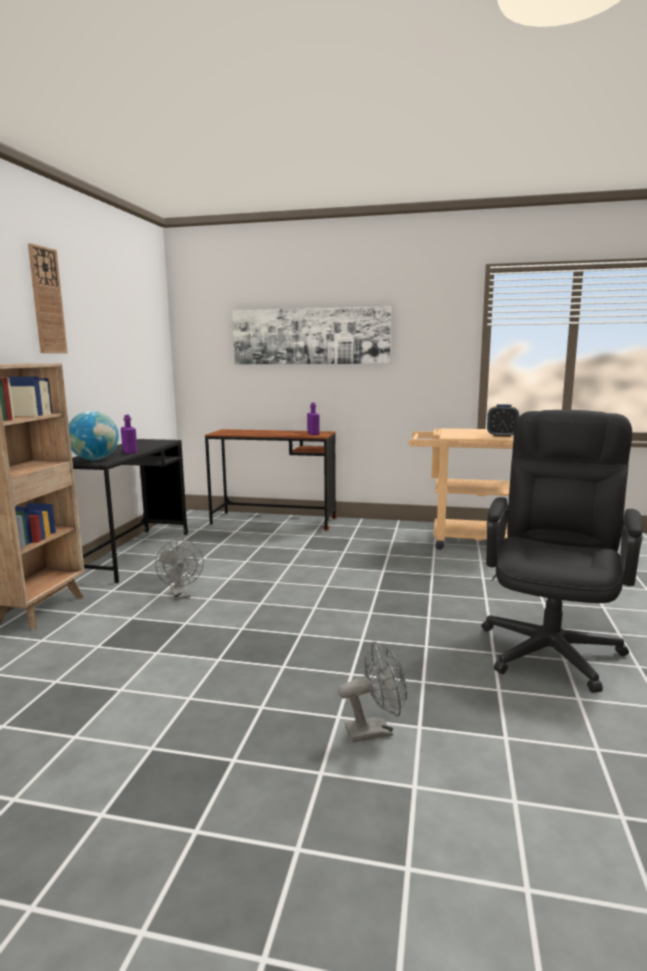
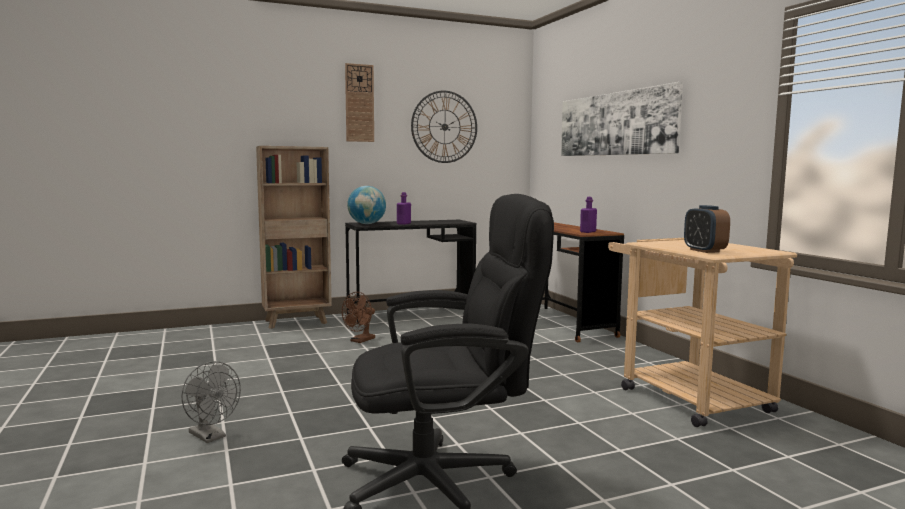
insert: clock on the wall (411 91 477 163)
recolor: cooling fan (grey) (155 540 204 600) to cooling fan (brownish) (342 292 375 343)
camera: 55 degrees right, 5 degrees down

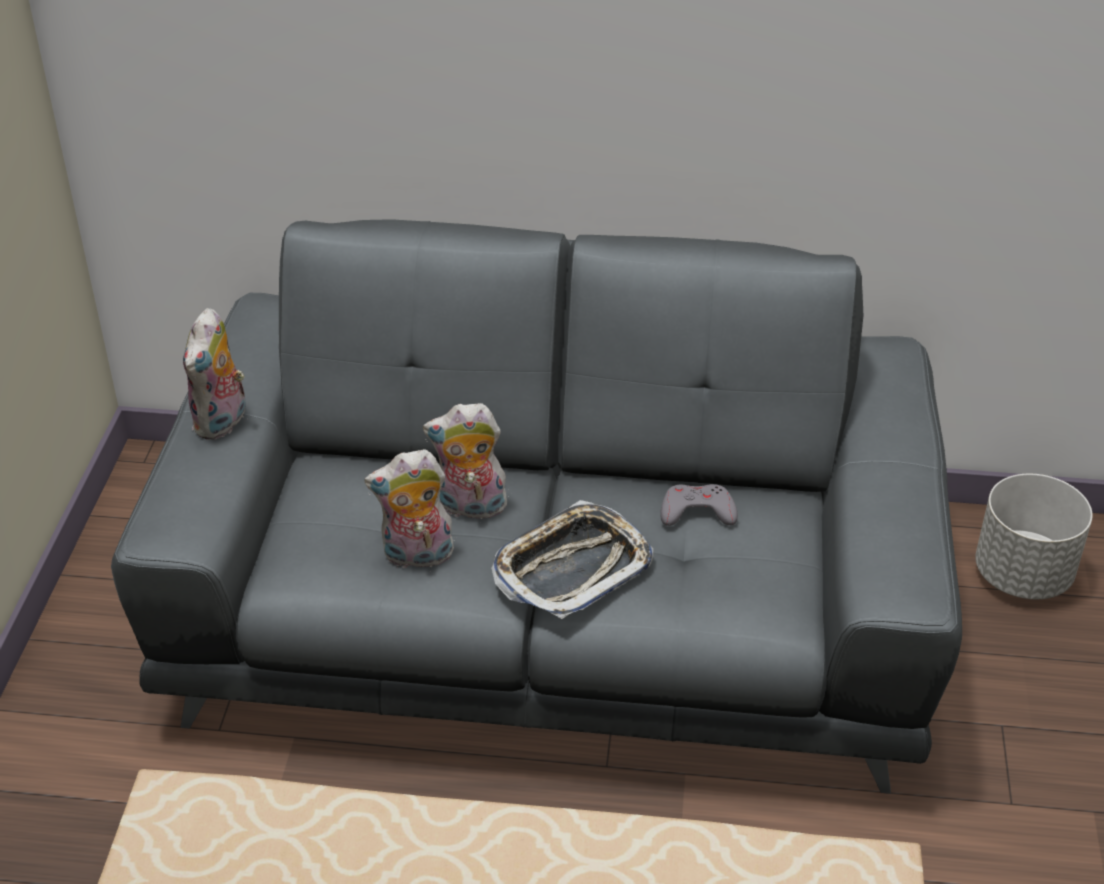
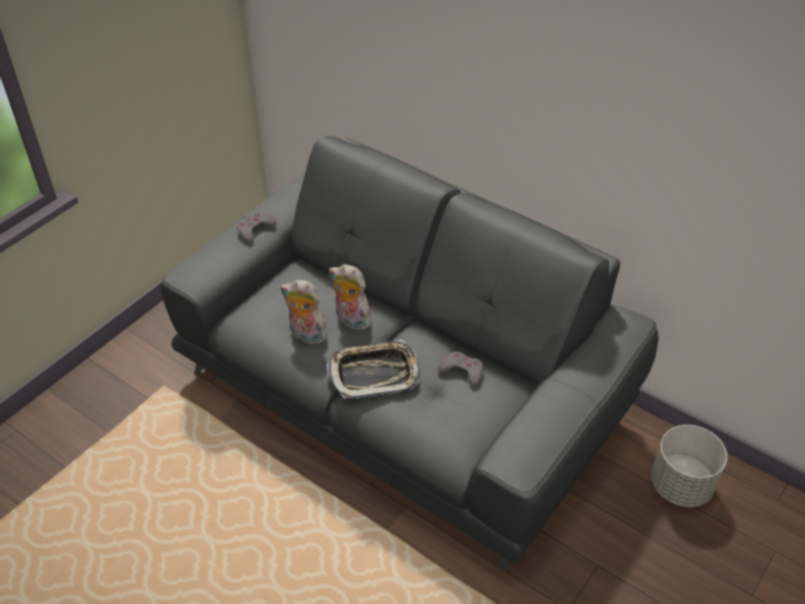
replace: cuddly toy (183 308 246 440) to game controller (grey) (237 212 277 243)
camera: 30 degrees right, 5 degrees up

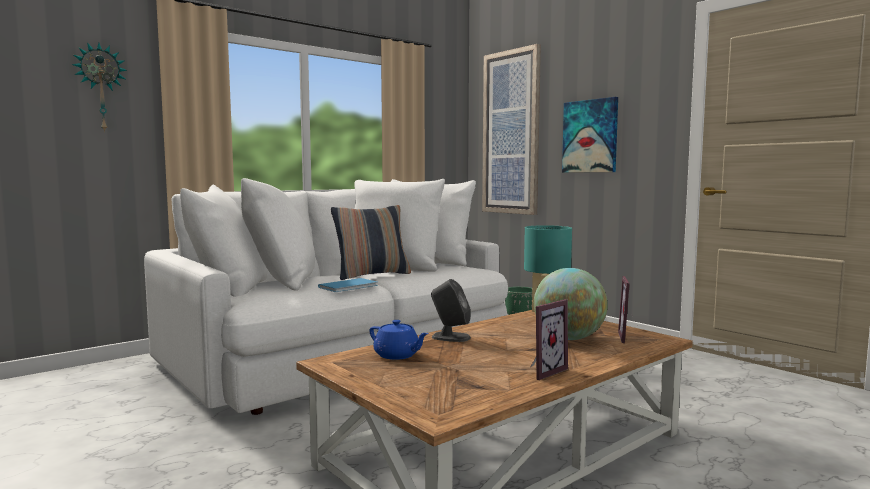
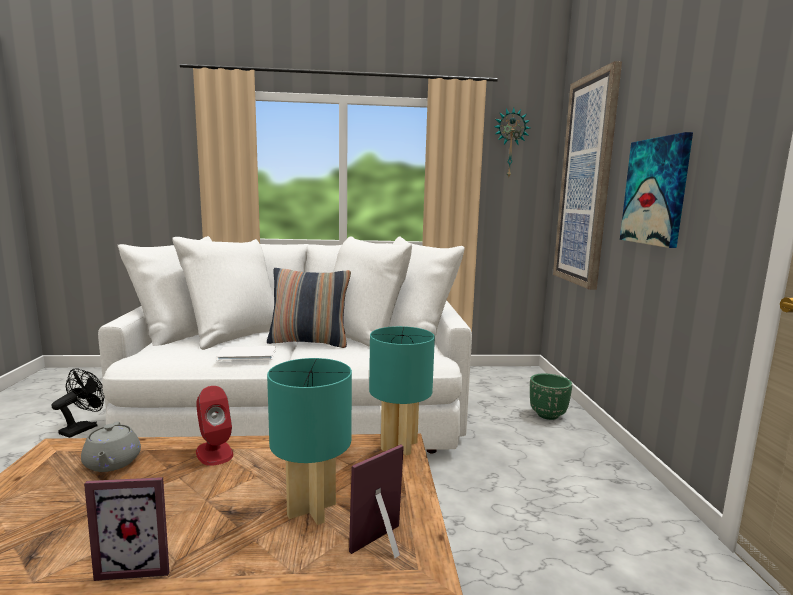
insert: cooling fan (black) (52 368 105 438)
move: clock on the wall (72 42 127 132) to (494 108 530 179)
replace: world globe (534 268 608 340) to lamp for a table (blue-green) (267 358 352 525)
recolor: bound book (blue) (318 278 378 292) to bound book (whitish) (216 346 276 361); pot for tea (blue) (369 320 429 360) to pot for tea (grey) (81 421 141 472); loudspeaker (grey) (431 279 471 342) to loudspeaker (reddish) (196 386 233 466)
camera: 35 degrees right, 5 degrees up

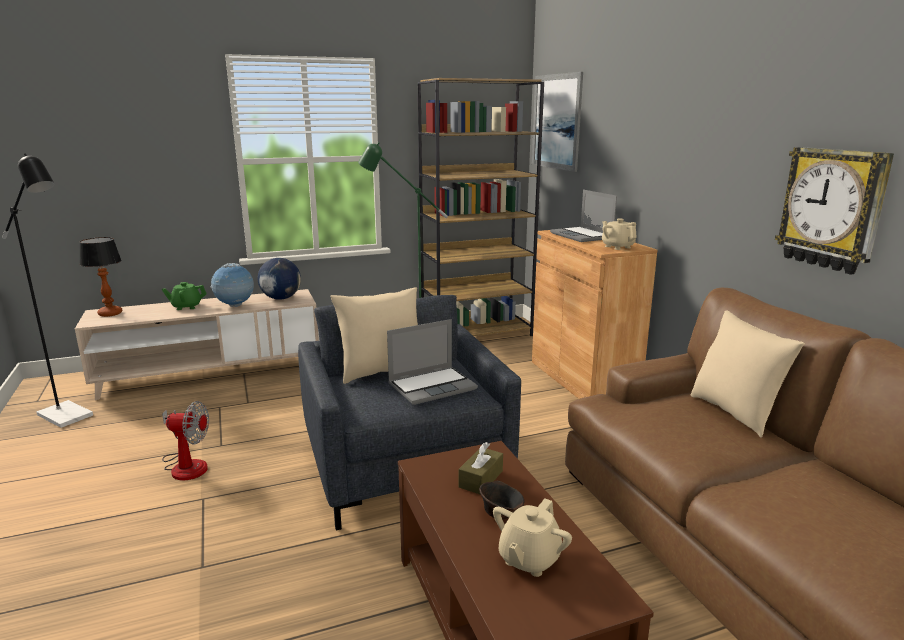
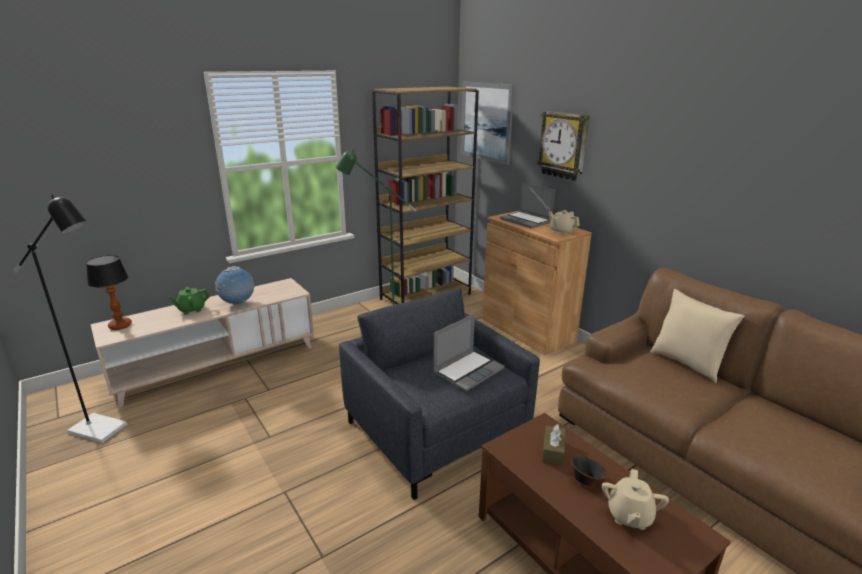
delete: cooling fan (162 401 209 481); world globe (258 258 301 300); throw pillow (beige-coloured) (330 287 418 384)
move: clock on the wall (775 147 894 275) to (537 111 589 181)
camera: 15 degrees left, 5 degrees up

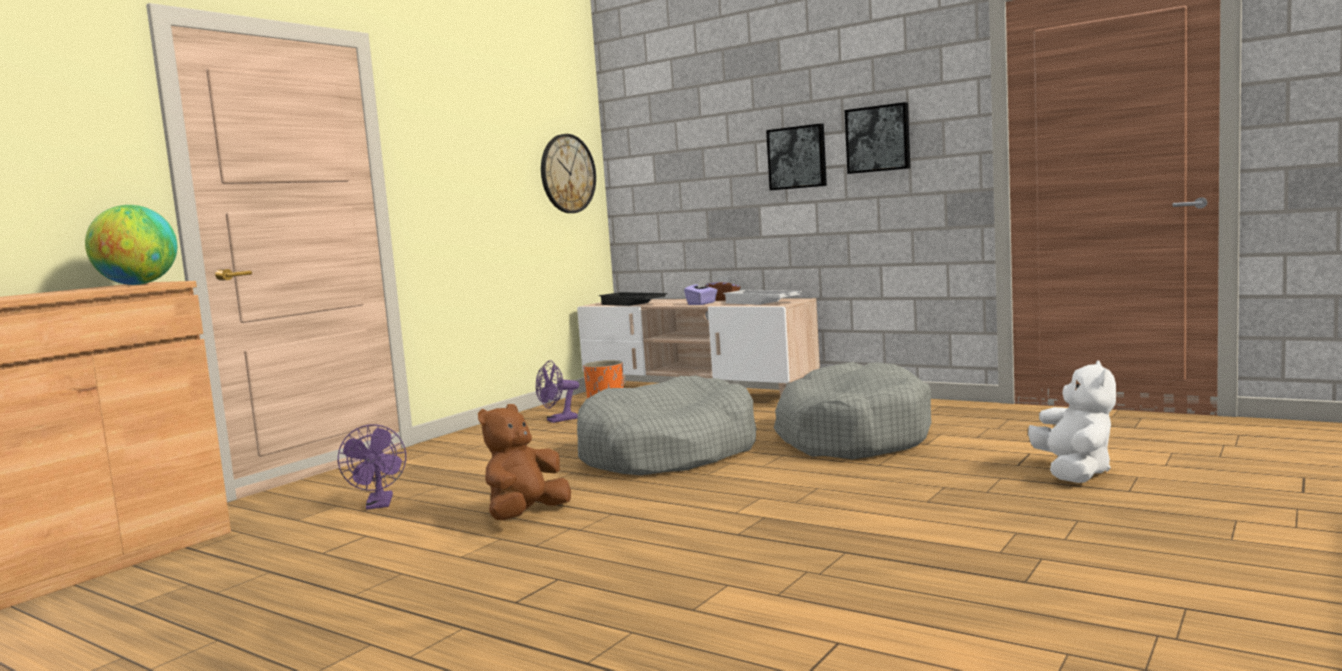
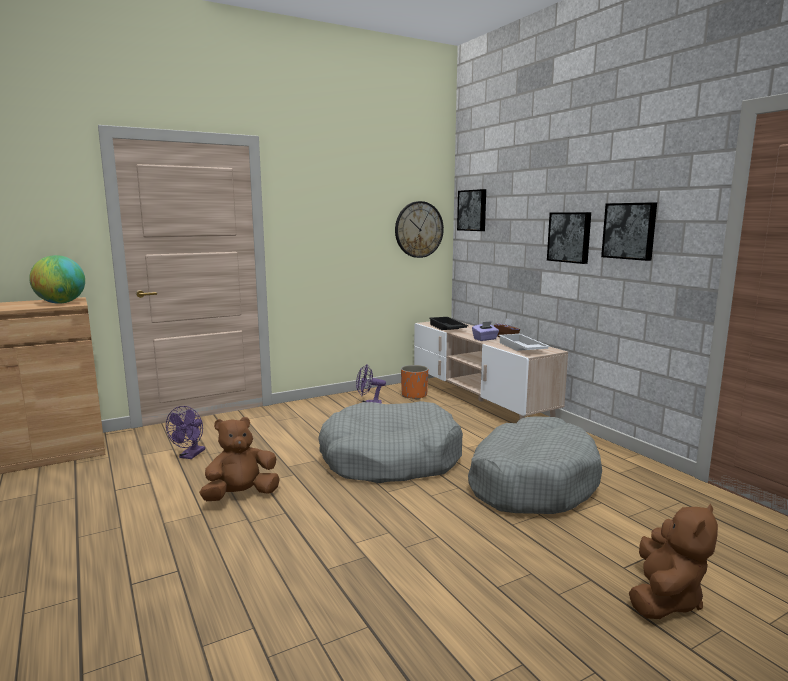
insert: picture (457 189 486 231)
recolor: cuddly toy (whitish) (1028 360 1116 483) to cuddly toy (brownish) (629 504 718 619)
camera: 25 degrees right, 5 degrees up

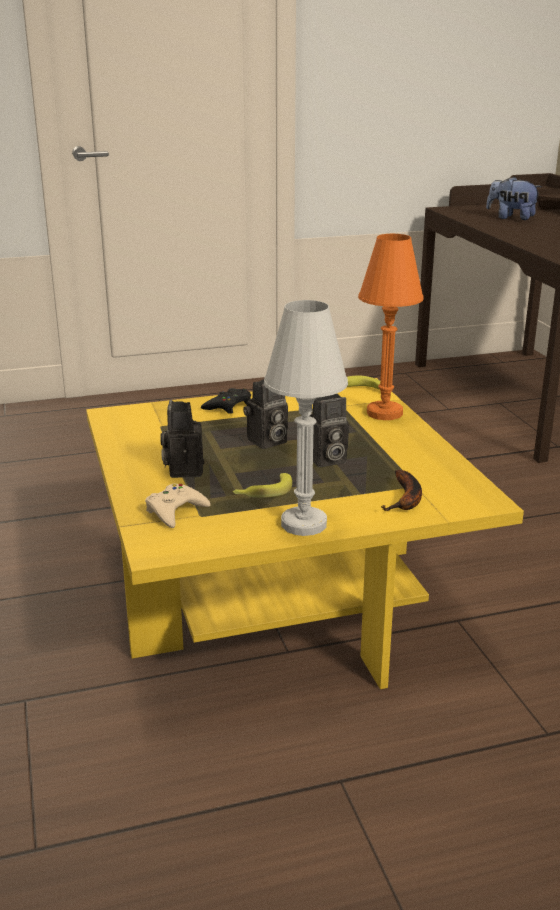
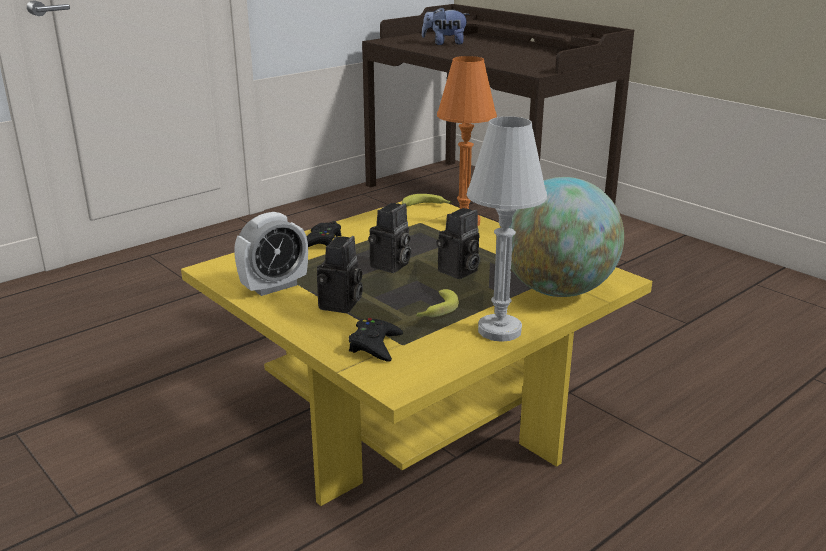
insert: alarm clock (234 212 308 296)
replace: banana fruit (381 470 422 511) to world globe (509 177 624 297)
recolor: game controller (beige-coloured) (145 484 211 528) to game controller (black) (349 318 403 361)
rotate: photo camera (160 400 204 478) = (317 236 363 313) 135 degrees counterclockwise
camera: 25 degrees left, 0 degrees up

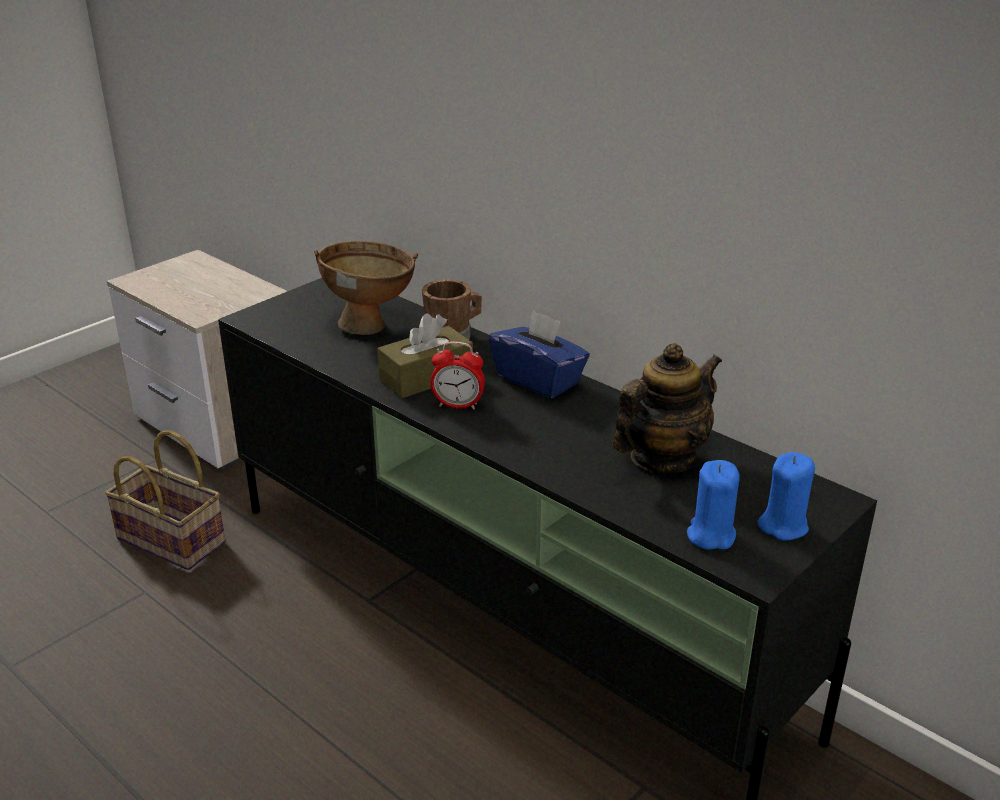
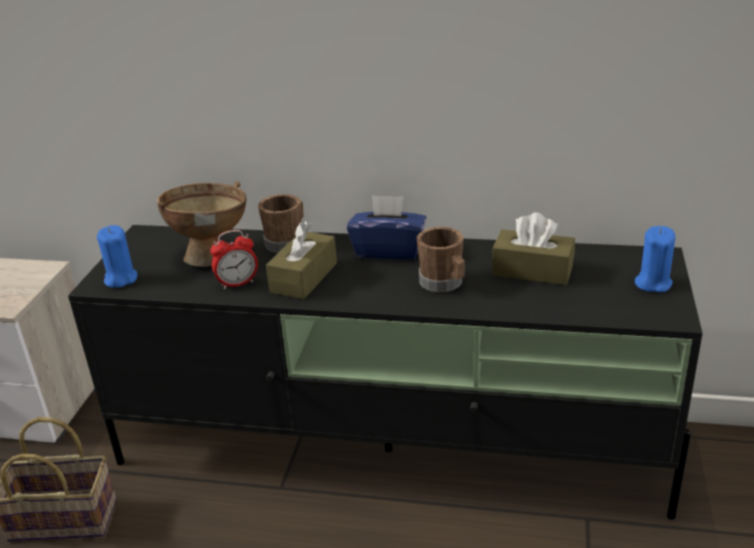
insert: mug (brownish) (417 227 465 292)
move: alarm clock (430 341 485 409) to (210 230 258 290); wax candle (blue) (687 460 740 550) to (97 225 137 288)
replace: pot for tea (613 343 722 473) to tissue holder (brownish) (492 212 575 285)
camera: 30 degrees left, 0 degrees up

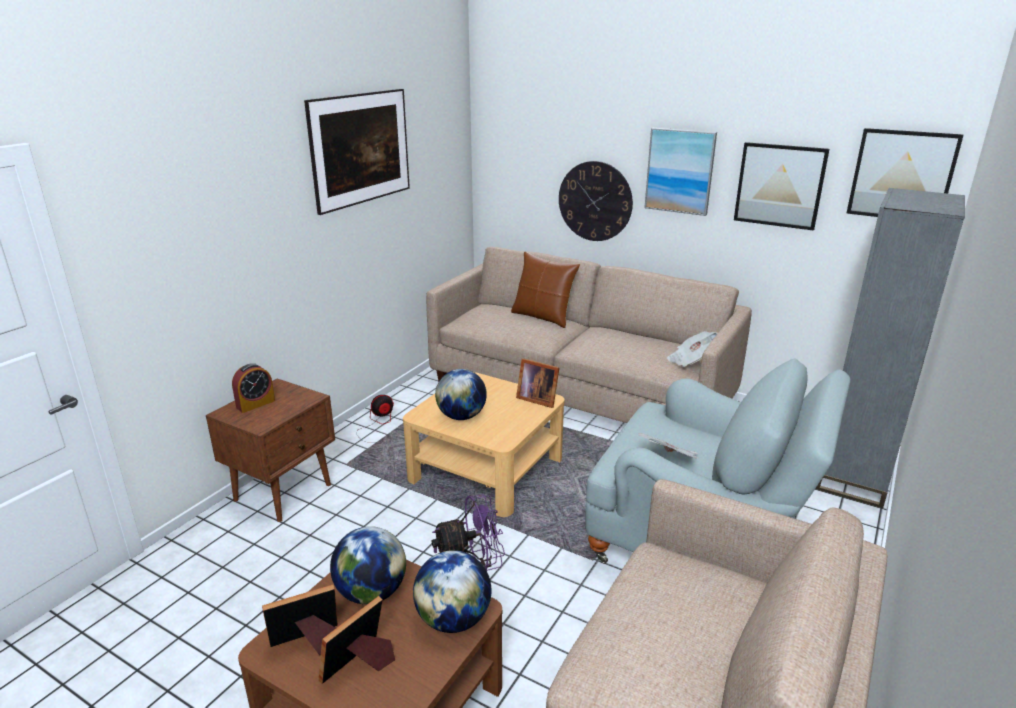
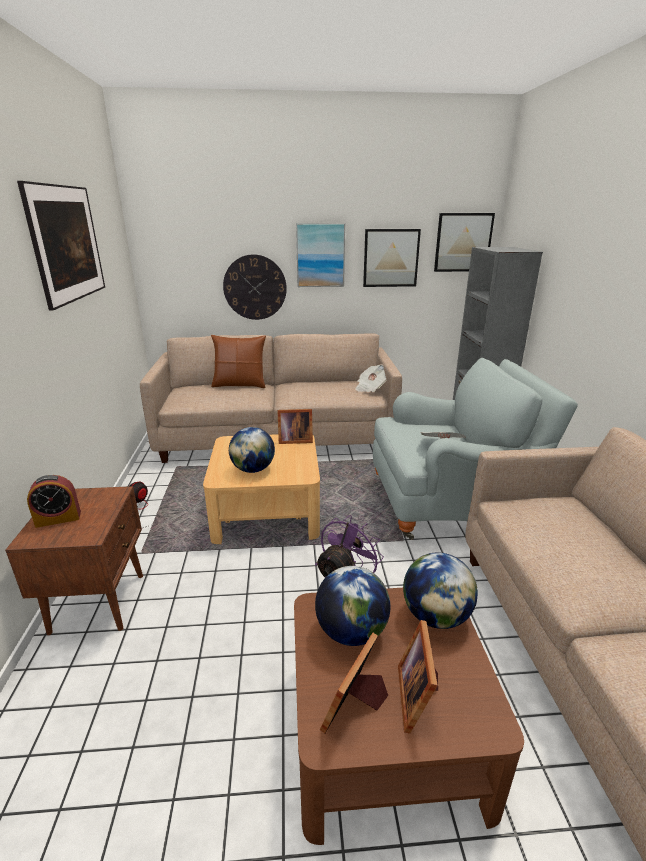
rotate: alarm clock (232 363 275 413) = (27 475 81 528) 60 degrees clockwise
camera: 35 degrees left, 0 degrees up

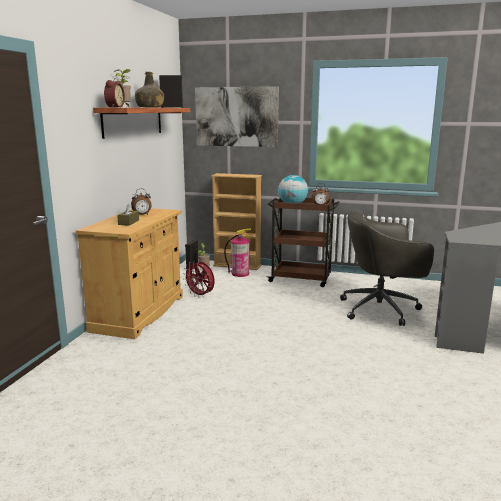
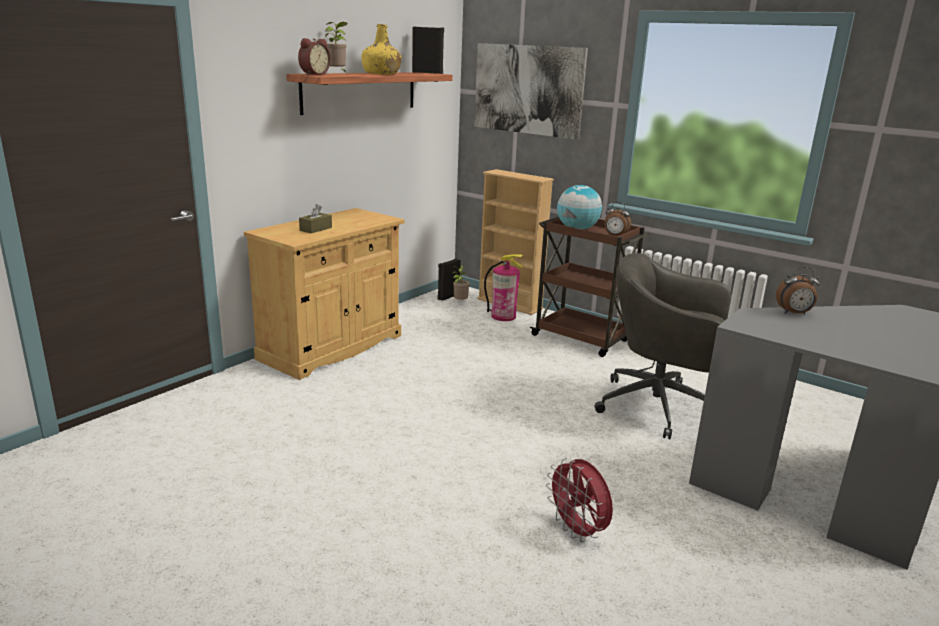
move: alarm clock (131 189 152 215) to (776 267 820 315); cooling fan (reddish) (183 261 215 298) to (546 458 613 542)
recolor: beverage bottle (greenish) (135 72 164 108) to beverage bottle (yellowish) (362 24 401 74)
camera: 20 degrees right, 5 degrees up

